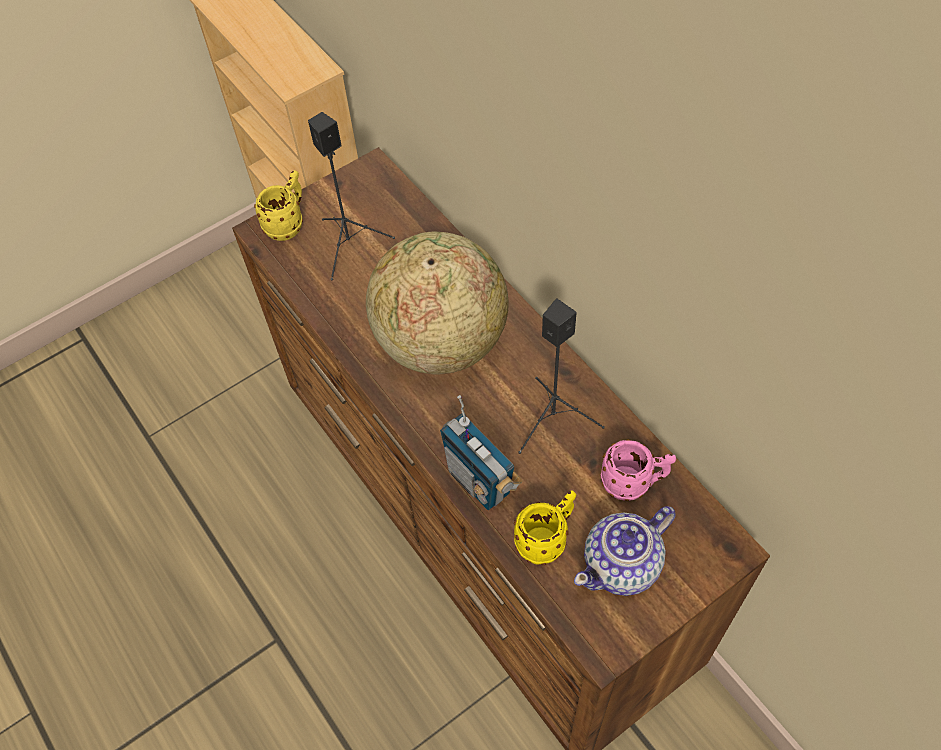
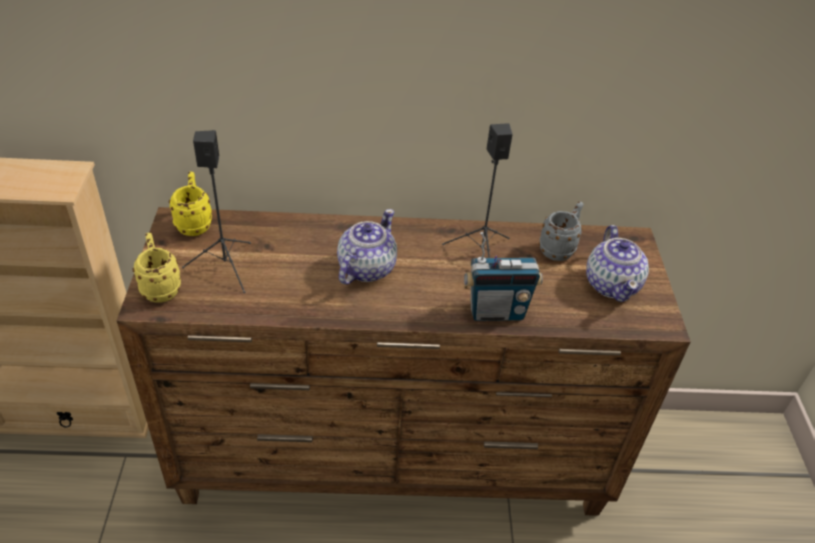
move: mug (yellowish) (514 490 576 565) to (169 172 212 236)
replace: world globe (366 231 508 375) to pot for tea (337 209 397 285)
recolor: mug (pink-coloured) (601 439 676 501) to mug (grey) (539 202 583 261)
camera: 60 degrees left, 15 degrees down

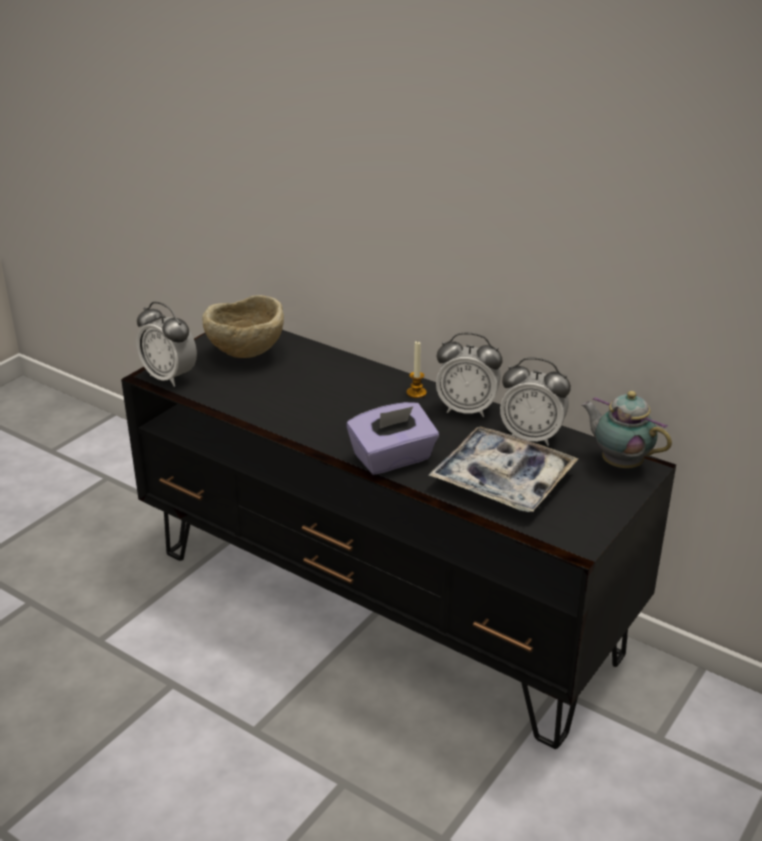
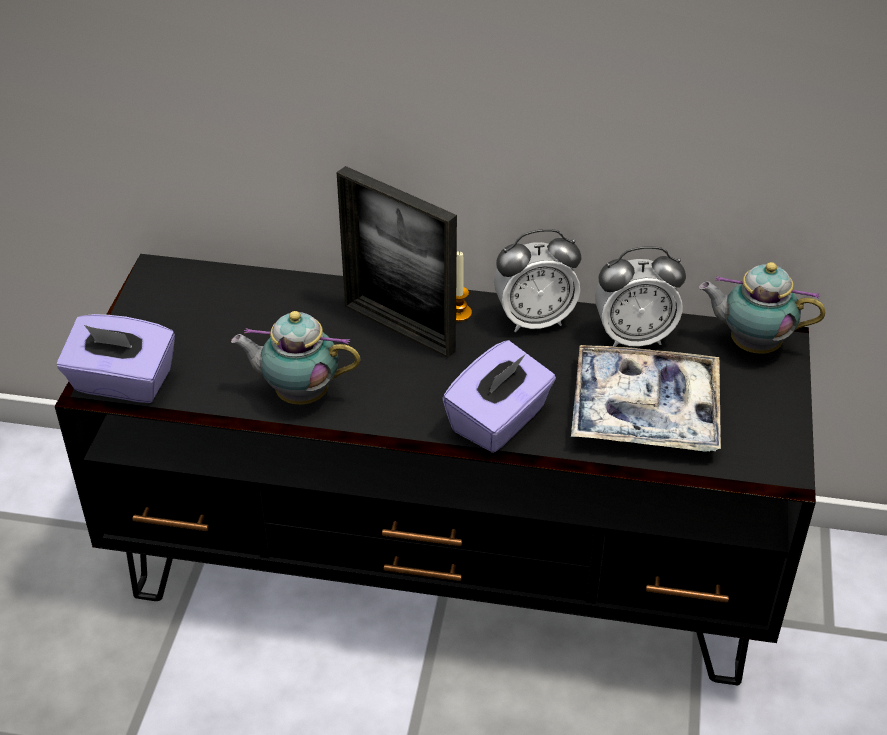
delete: deep dish (beige-coloured) (202 295 284 358)
insert: pot for tea (231 311 361 405); picture frame (337 166 457 358)
replace: alarm clock (136 302 197 387) to tissue holder (purplish) (57 314 175 403)
camera: 25 degrees left, 10 degrees up

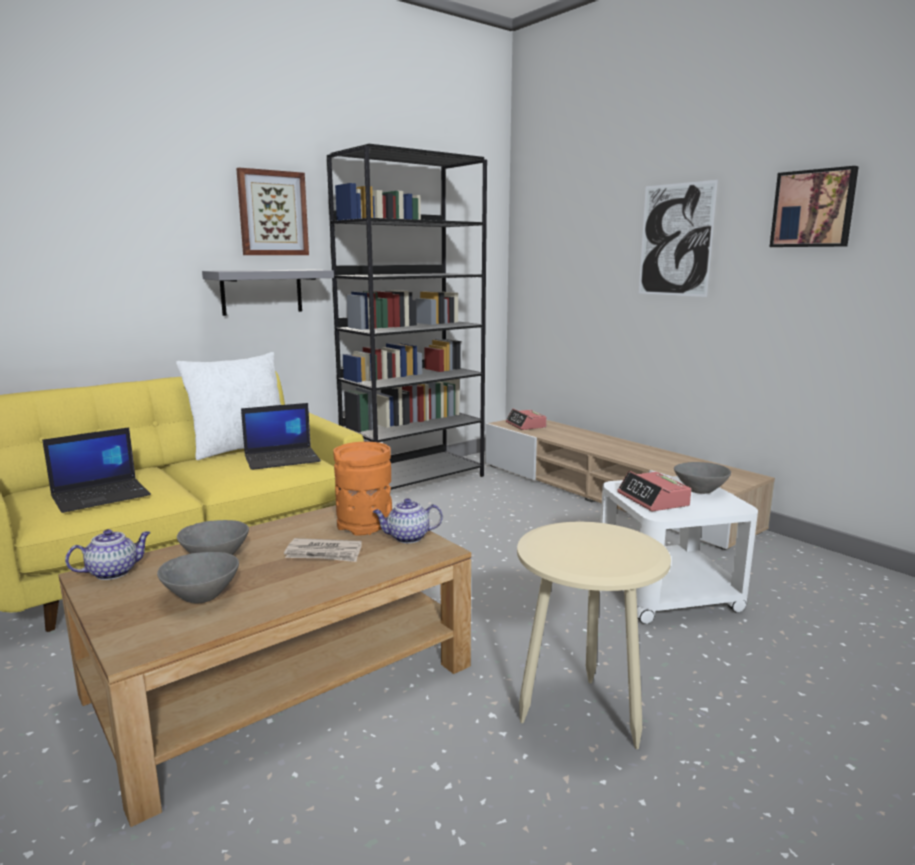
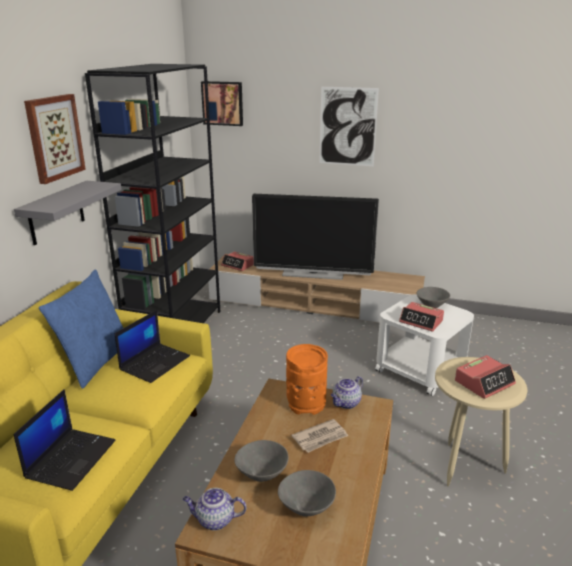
insert: TV set (252 194 379 280); alarm clock (455 355 516 399)
move: picture (770 166 859 247) to (201 81 243 126)
recolor: throw pillow (whitish) (176 352 281 460) to throw pillow (blue) (39 269 123 389)
rotate: pot for tea (65 529 151 580) = (183 488 246 531) 105 degrees counterclockwise
camera: 35 degrees left, 10 degrees up

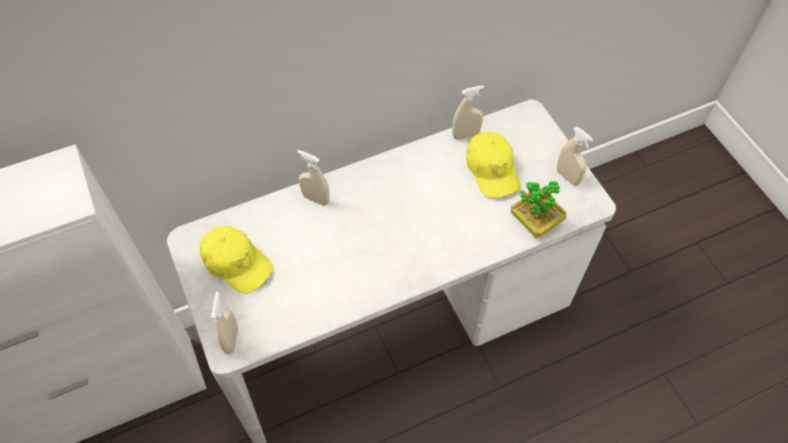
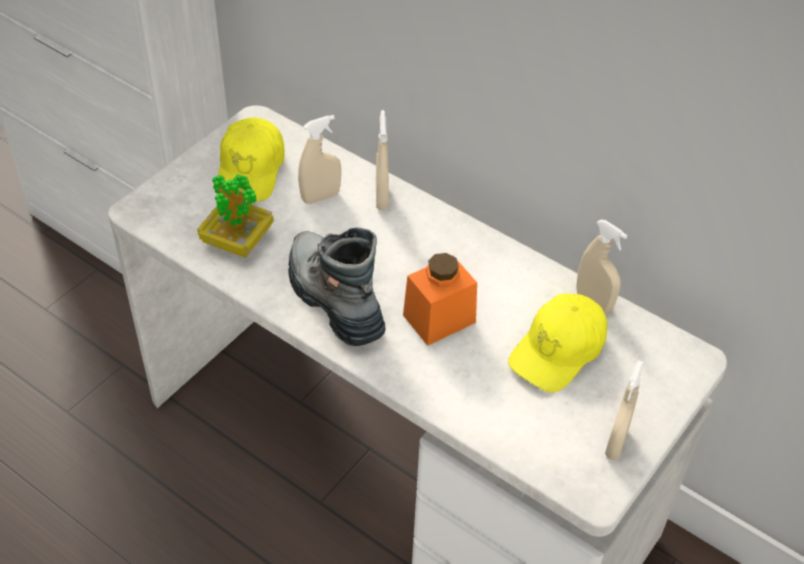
insert: tall boot (288 227 386 346); storage jar (orangey) (403 253 477 346)
move: sprayer (beige-coloured) (211 292 238 354) to (298 115 341 204); plant in a pot (511 181 567 238) to (197 174 274 258)
camera: 60 degrees right, 10 degrees down

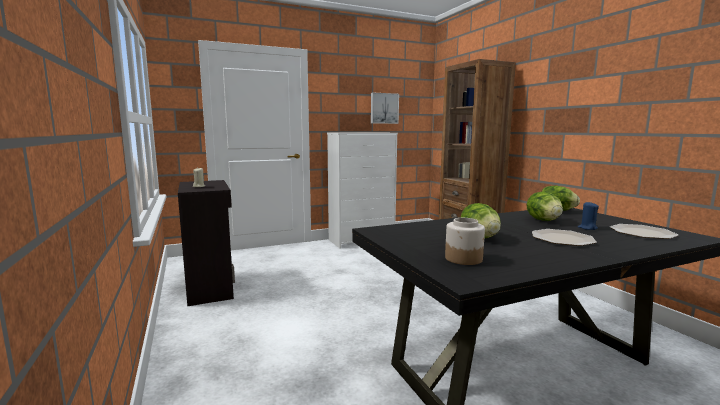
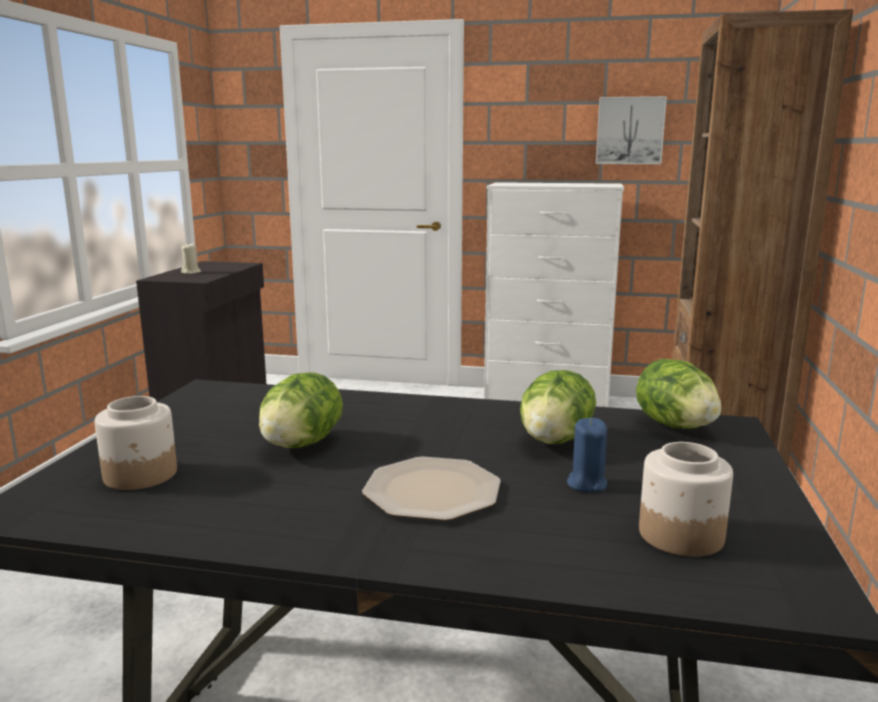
replace: plate (610 224 679 239) to storage jar (639 442 733 557)
camera: 35 degrees right, 5 degrees up

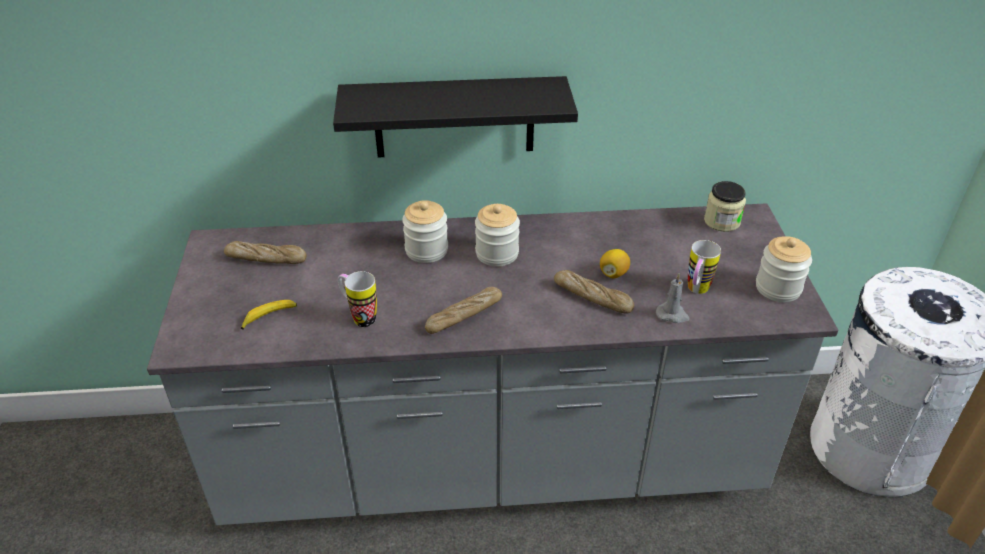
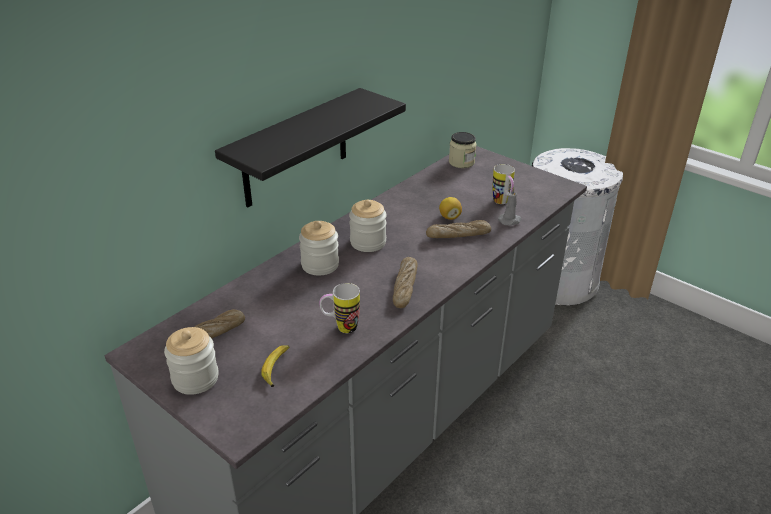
move: storage jar (756 236 812 302) to (164 327 219 395)
camera: 45 degrees left, 5 degrees down

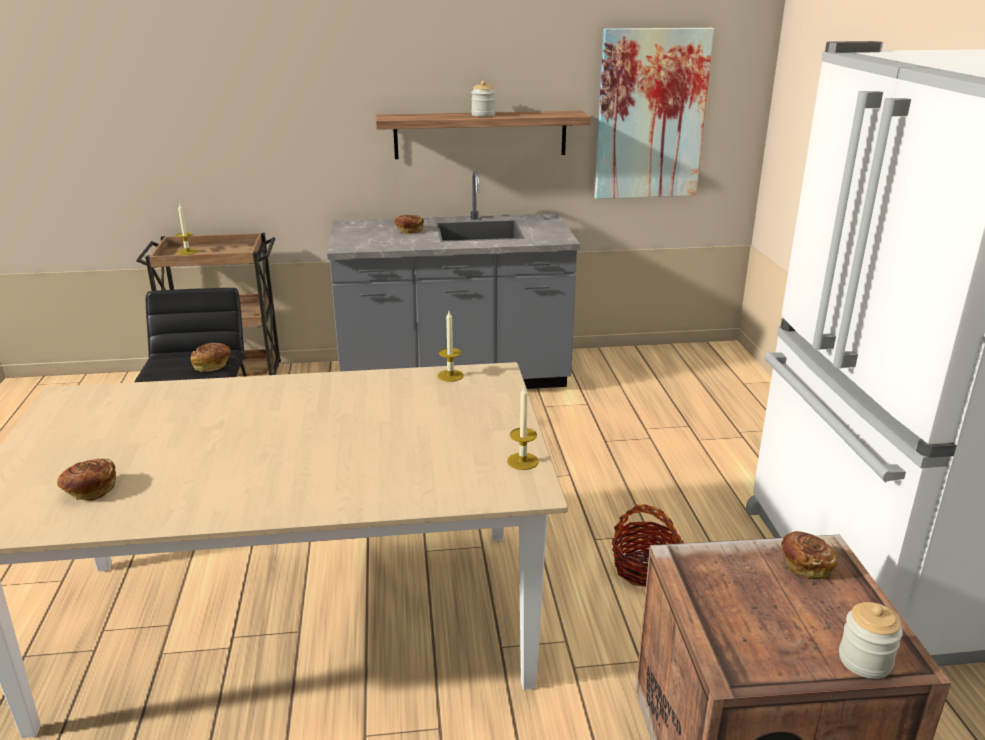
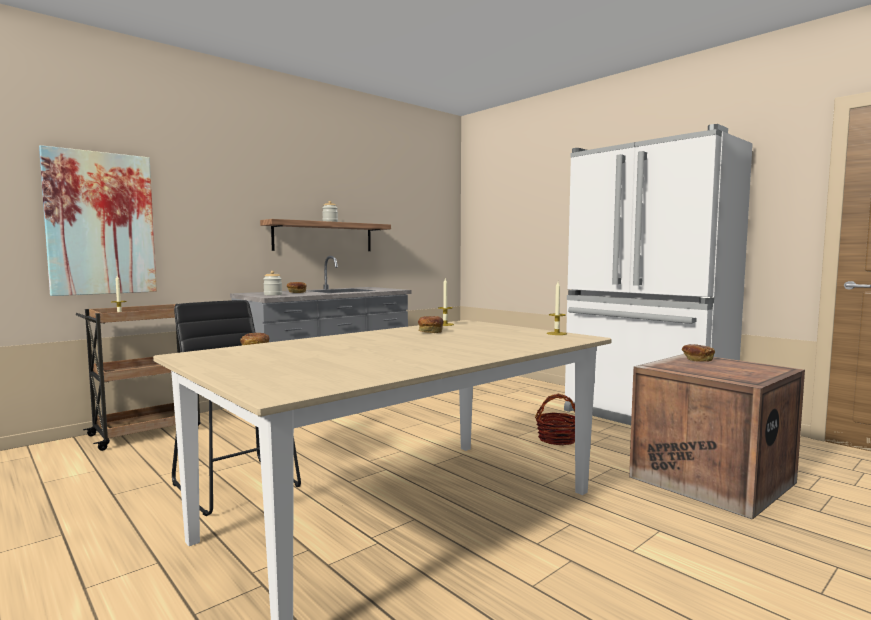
move: bakery bread (57 459 116 500) to (418 316 444 333); picture (595 28 714 199) to (39 145 157 296); storage jar (839 602 903 679) to (263 271 282 295)
camera: 35 degrees left, 20 degrees down

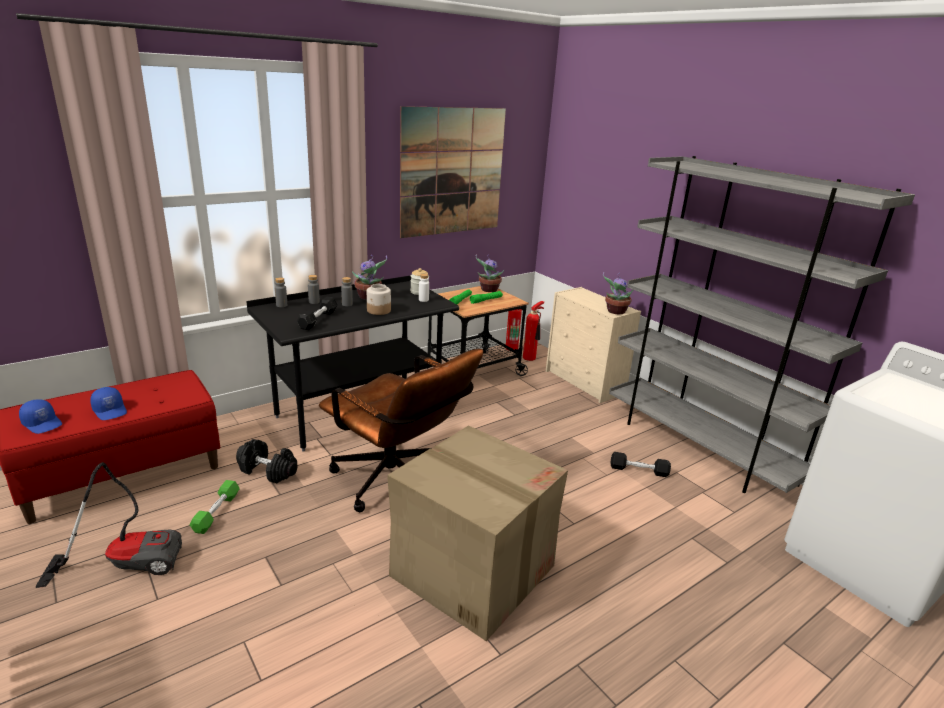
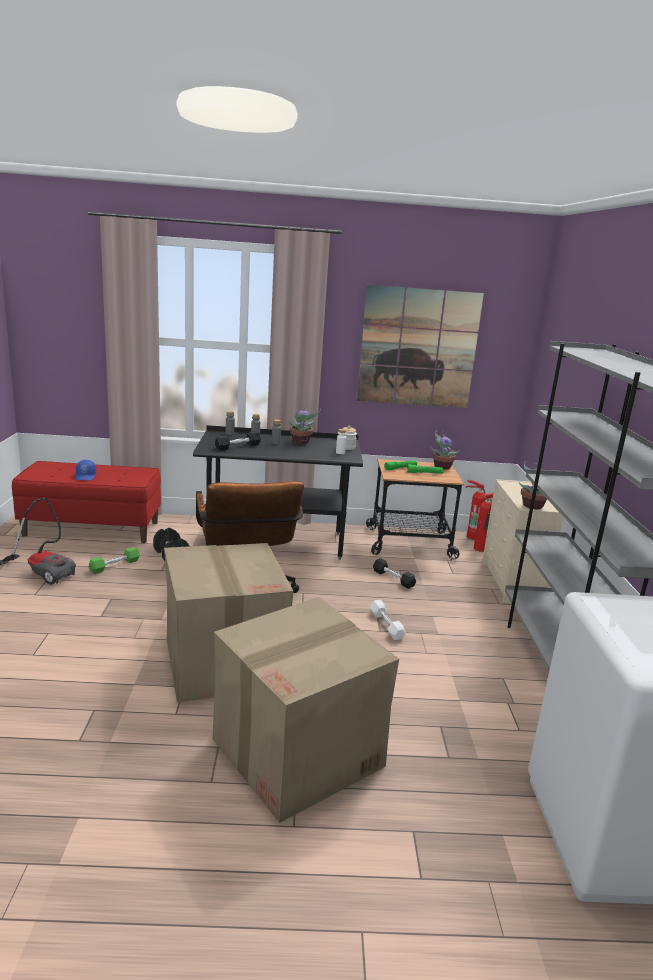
delete: peaked cap (blue) (19 399 62 434); storage jar (367 284 391 315)
insert: packing box (212 597 399 823); free weight (whitish) (370 600 406 640)
move: free weight (black) (610 452 671 477) to (373 558 416 589)
camera: 35 degrees right, 5 degrees down

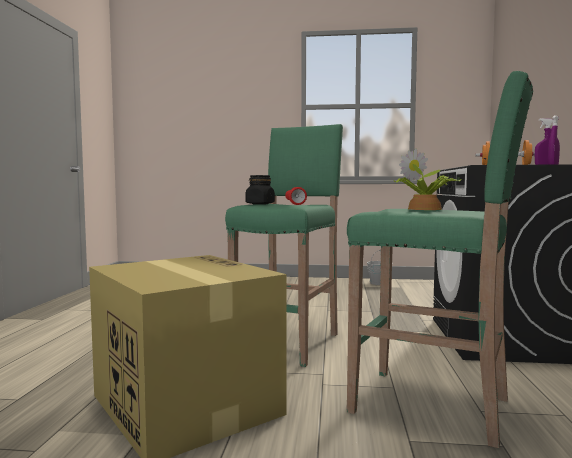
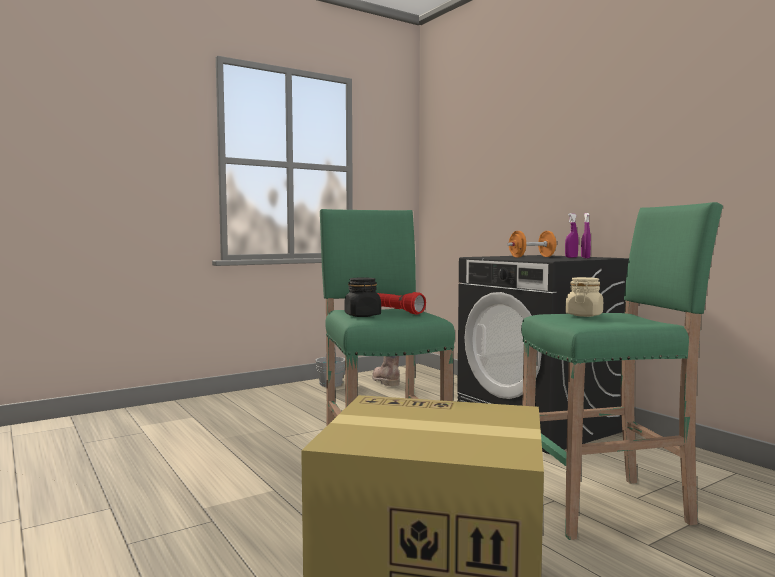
insert: tall boot (brownish) (372 356 399 387)
replace: plant in a pot (394 148 461 210) to storage jar (beige-coloured) (565 277 603 317)
camera: 40 degrees left, 0 degrees up

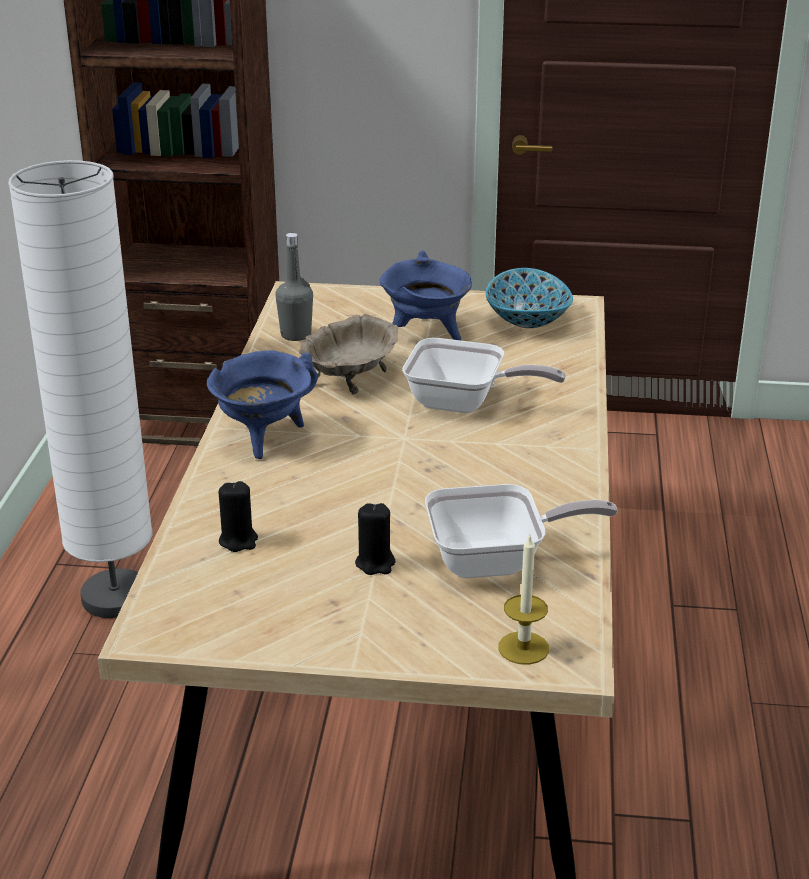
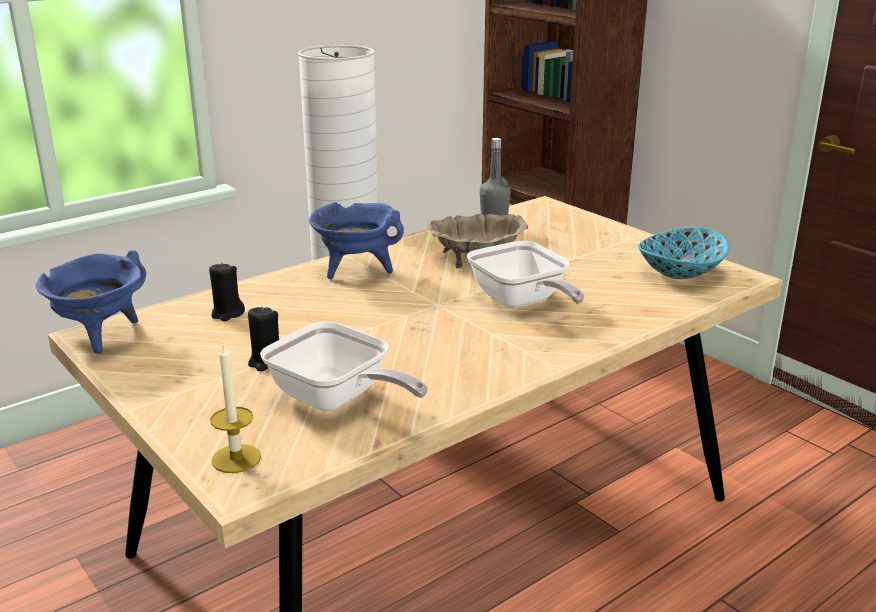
move: cooking pot (blue) (380 250 472 340) to (36 250 146 354)
camera: 45 degrees right, 5 degrees down

